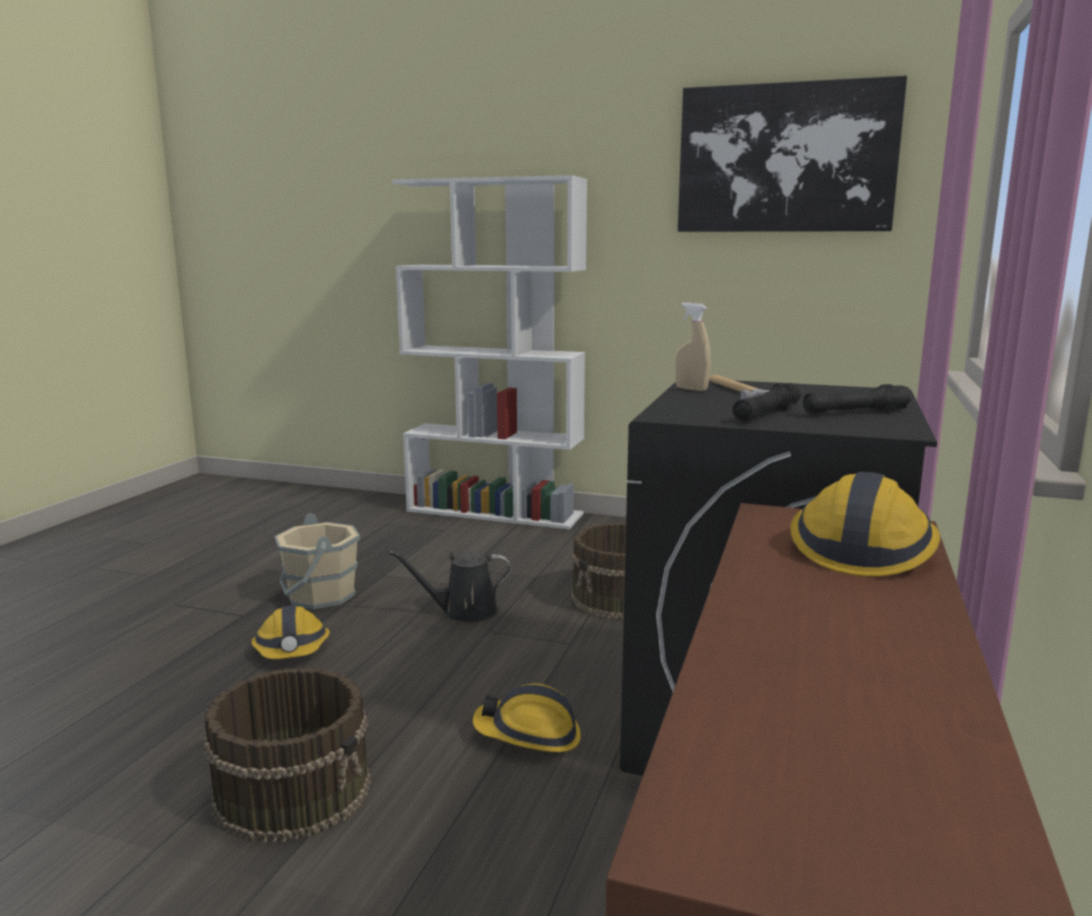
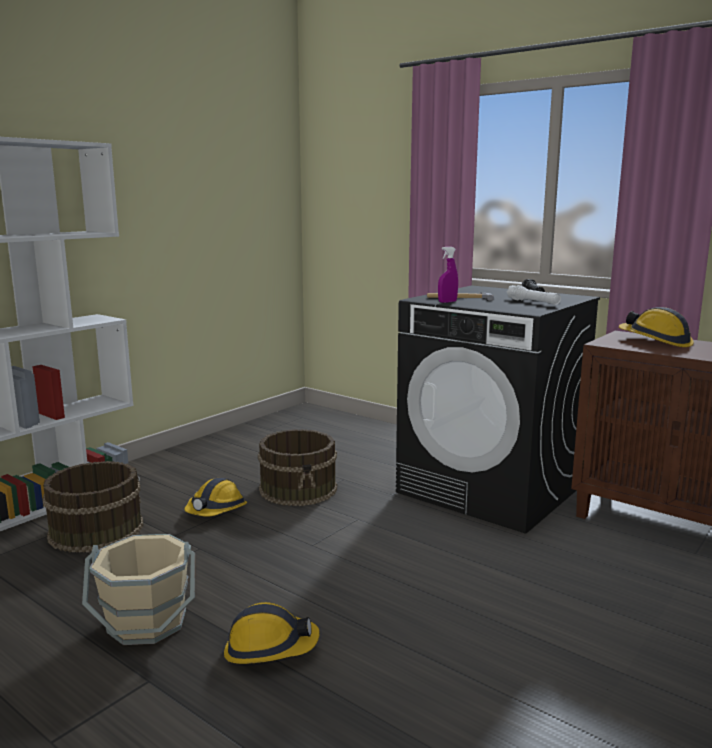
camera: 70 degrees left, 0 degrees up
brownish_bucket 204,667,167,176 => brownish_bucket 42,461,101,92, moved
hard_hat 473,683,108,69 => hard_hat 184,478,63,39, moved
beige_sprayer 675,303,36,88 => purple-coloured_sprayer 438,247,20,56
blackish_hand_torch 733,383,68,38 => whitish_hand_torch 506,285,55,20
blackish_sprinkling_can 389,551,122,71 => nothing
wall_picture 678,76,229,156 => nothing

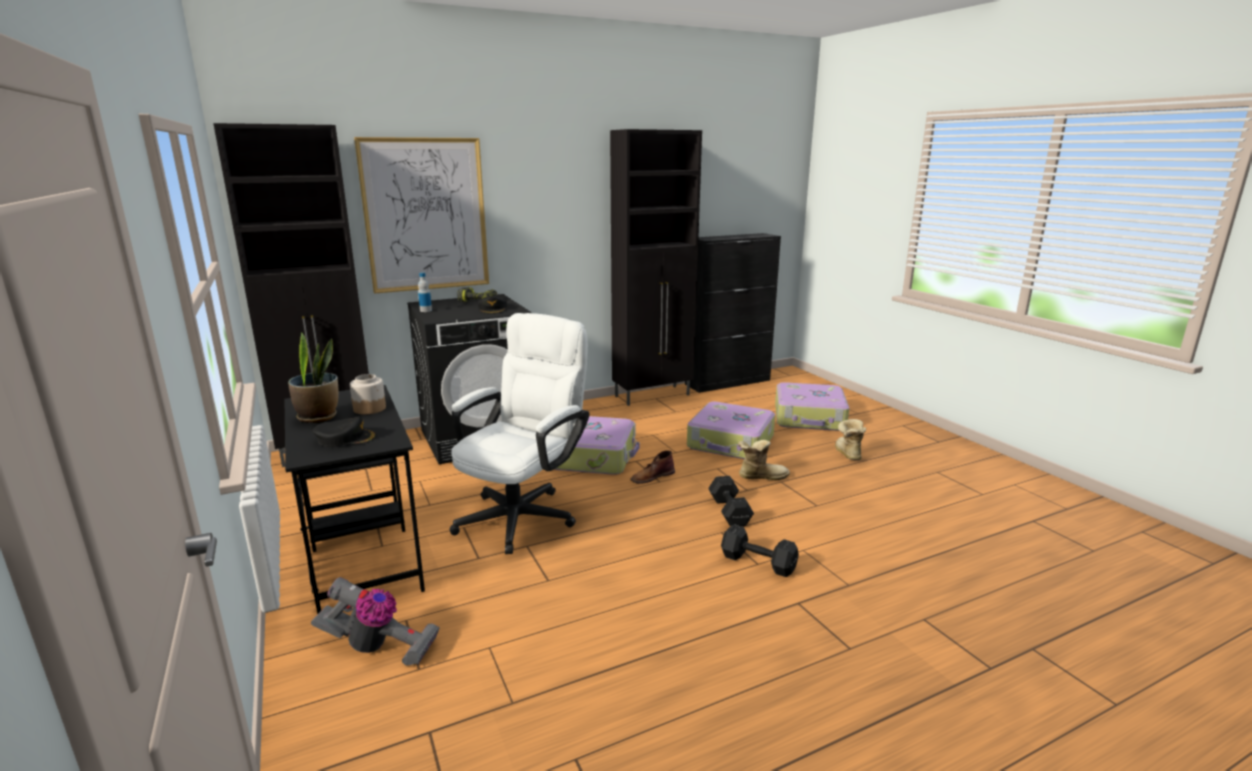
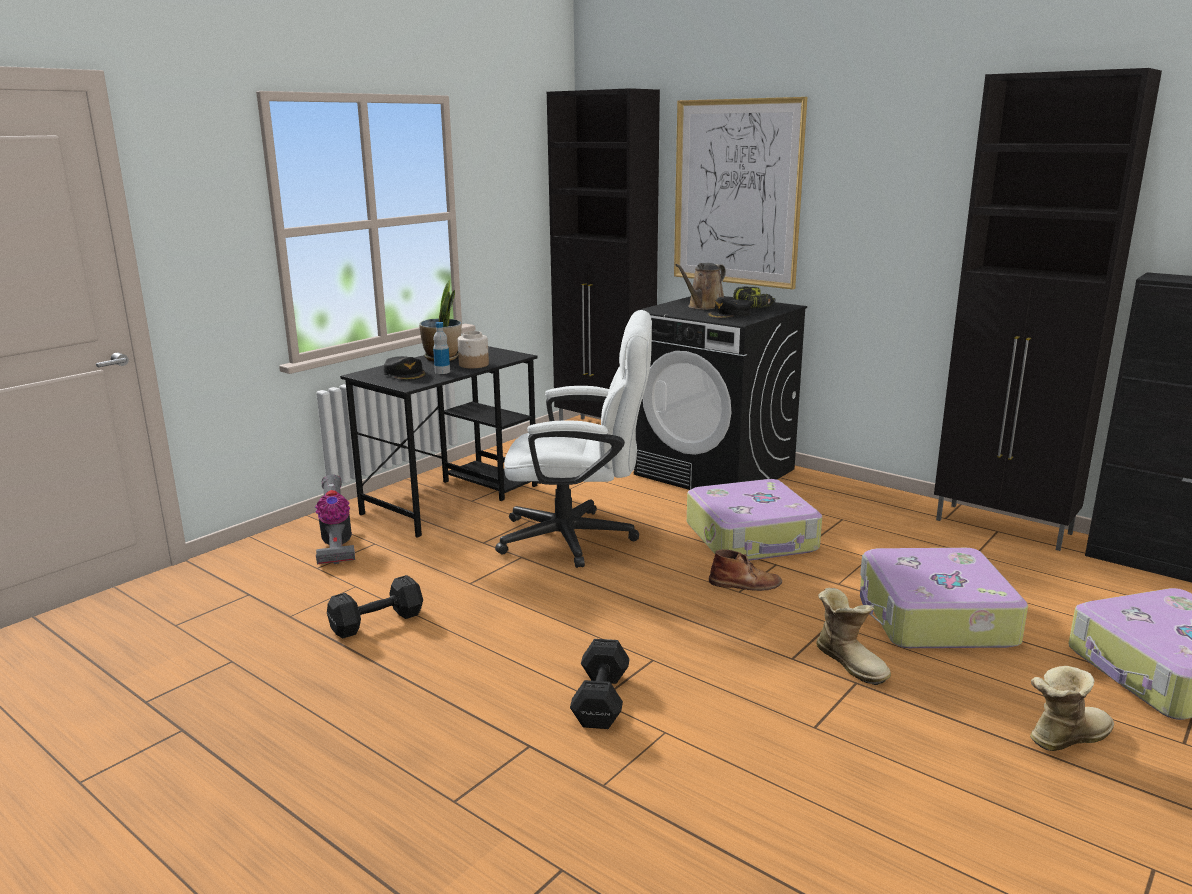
camera: 65 degrees right, 0 degrees up
blackish_dumbbell 708,476,46,50 => blackish_dumbbell 327,575,96,63, moved
beverage_bottle 418,273,14,39 => beverage_bottle 433,322,17,52, moved
nothing => brownish_sprinkling_can 675,263,51,47
brownish_boot 631,450,44,34 => brownish_boot 709,549,73,42, 150 degrees clockwise

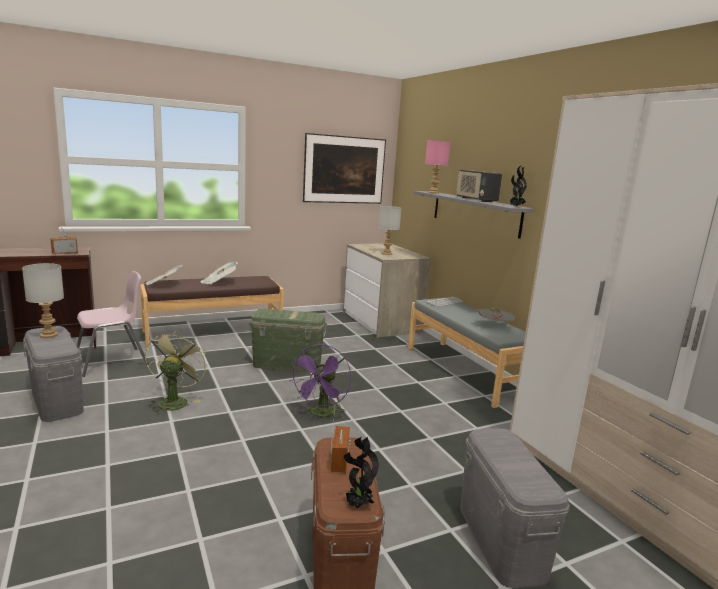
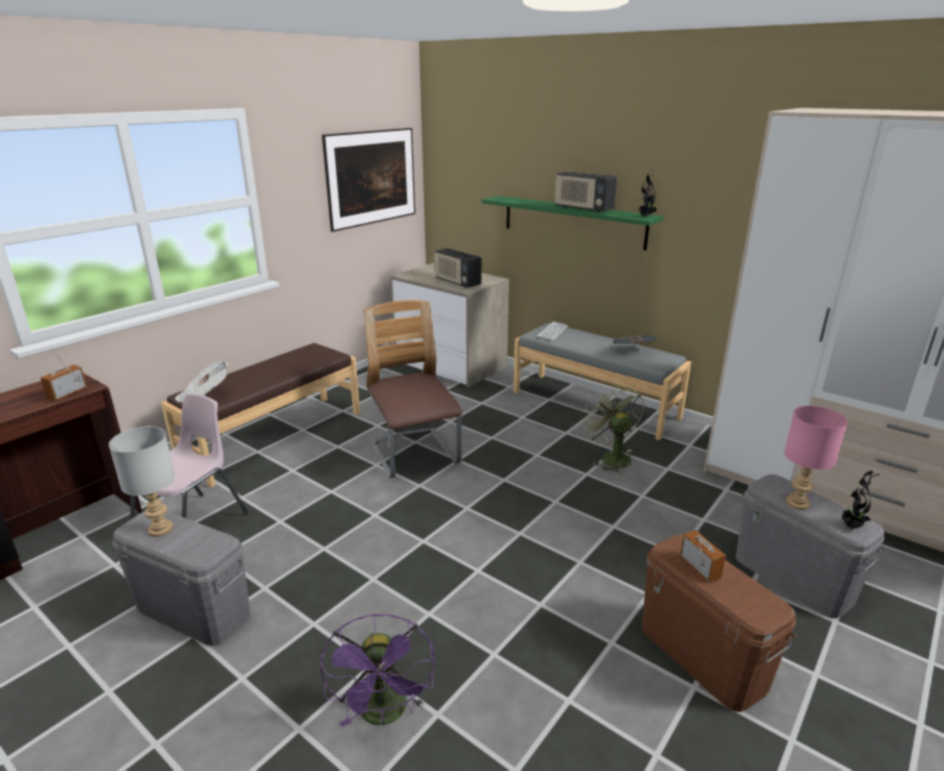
camera: 25 degrees left, 10 degrees up
purple-coloured_cooling_fan 289,344,62,74 => purple-coloured_cooling_fan 320,614,115,113, moved
green-coloured_storage_bin 249,309,78,64 => upright_chair 363,300,99,178
grey_lamp_for_a_table 378,206,23,49 => radio 434,248,48,40
grey_wall_shelf 413,191,121,48 => green-coloured_wall_shelf 482,196,181,54
green-coloured_cooling_fan 145,330,63,84 => green-coloured_cooling_fan 582,385,63,89, moved
pink-coloured_lamp_for_a_table 425,140,26,54 => pink-coloured_lamp_for_a_table 784,406,64,104, moved
potted_plant 344,437,35,71 => potted_plant 841,470,39,59, moved
daily_paper 201,262,37,22 => nothing

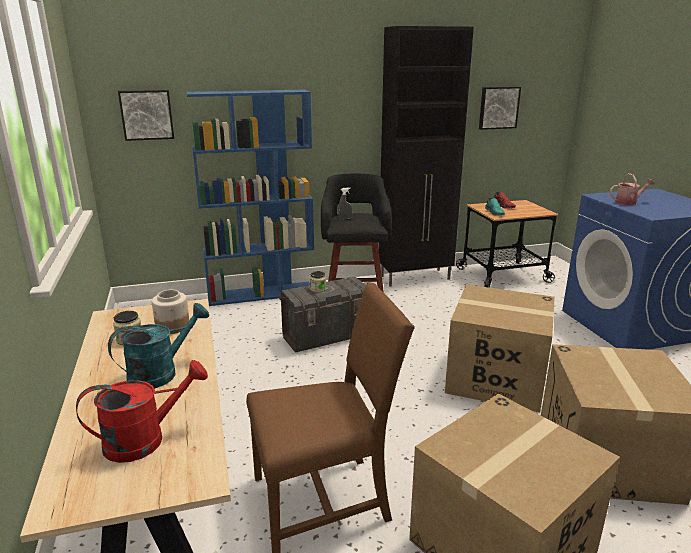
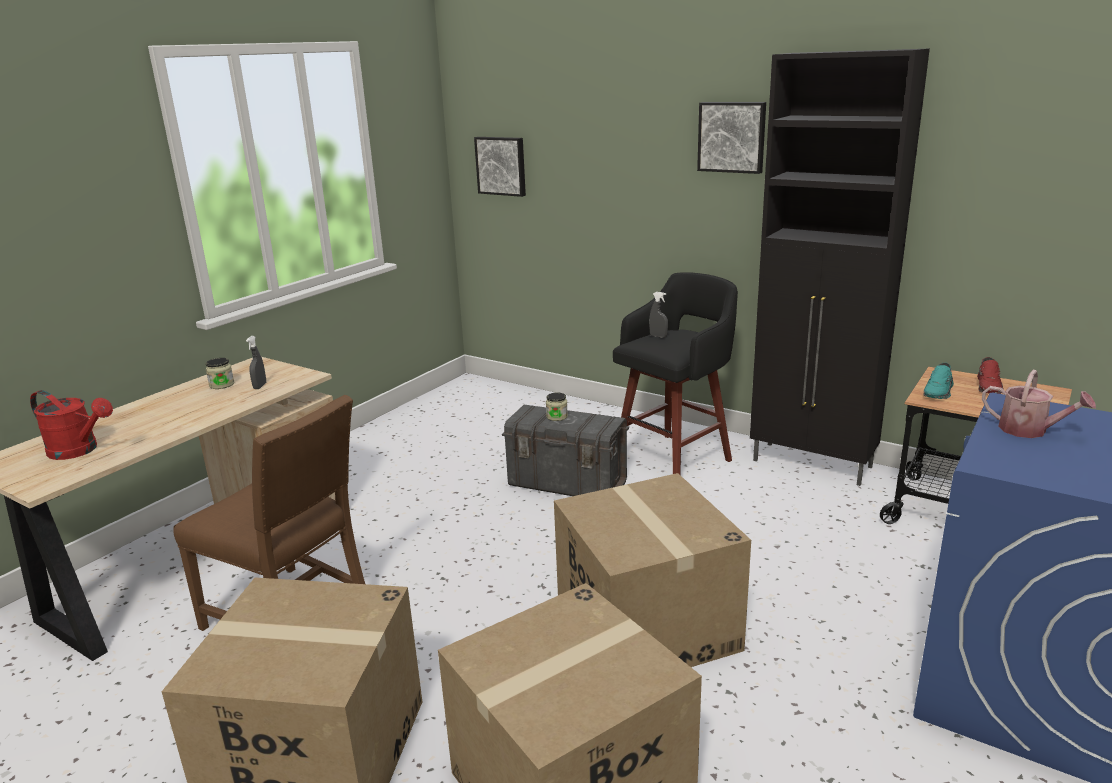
camera: 50 degrees right, 0 degrees up
preserve_jar 152,290,37,44 => grey_sprayer 246,336,20,53
wall_picture 479,86,42,44 => wall_picture 697,102,69,72, moved
blue-green_sprinkling_can 108,303,101,85 => nothing
bluish_bookcase 186,90,128,216 => nothing

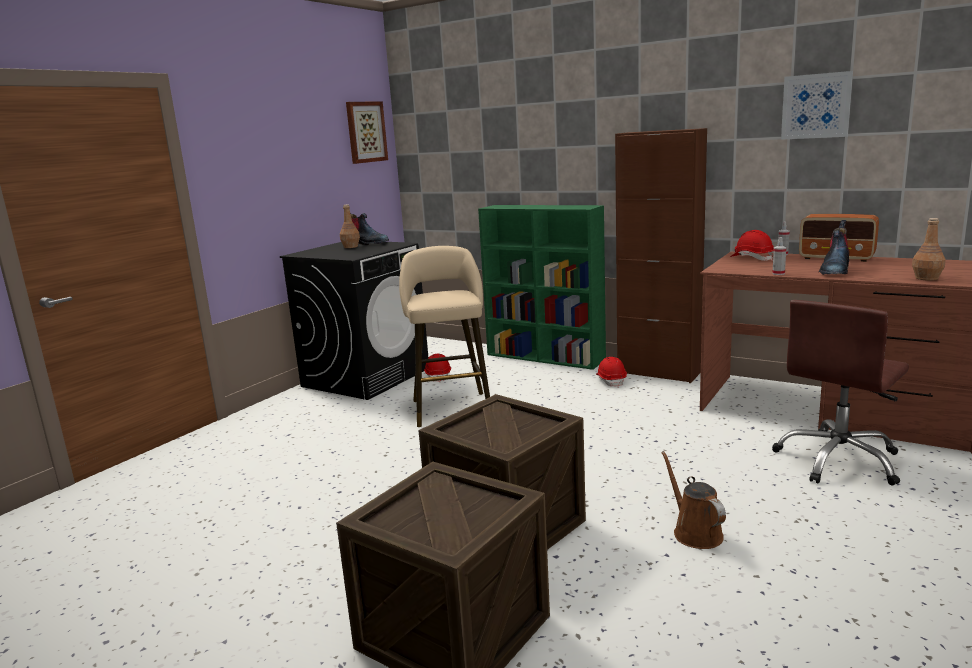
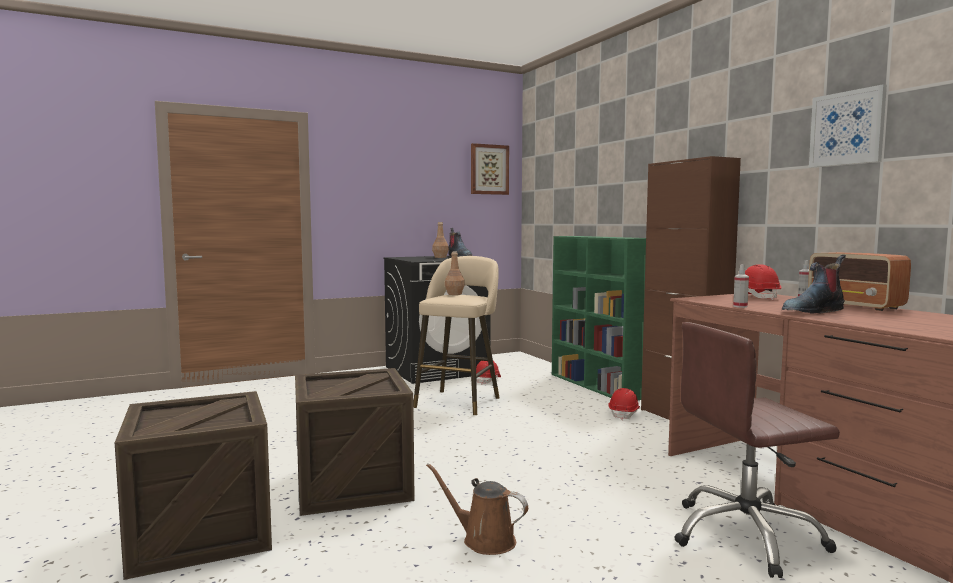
camera: 30 degrees right, 10 degrees down
brownish_sprinkling_can 661,451,65,98 => brownish_sprinkling_can 426,463,102,92, 75 degrees counterclockwise
brownish_beverage_bottle 912,218,33,63 => brownish_beverage_bottle 445,252,20,43, moved

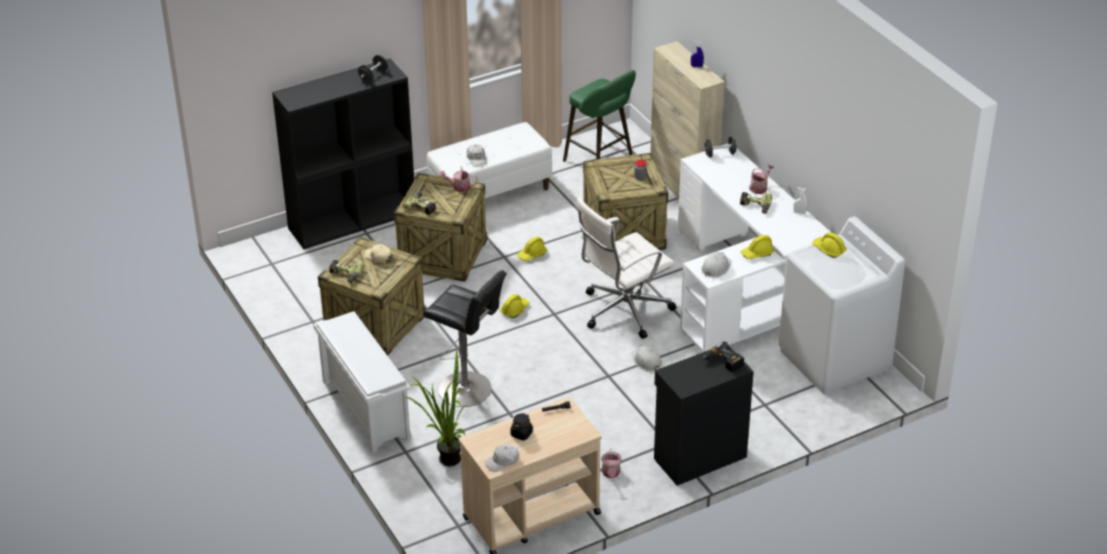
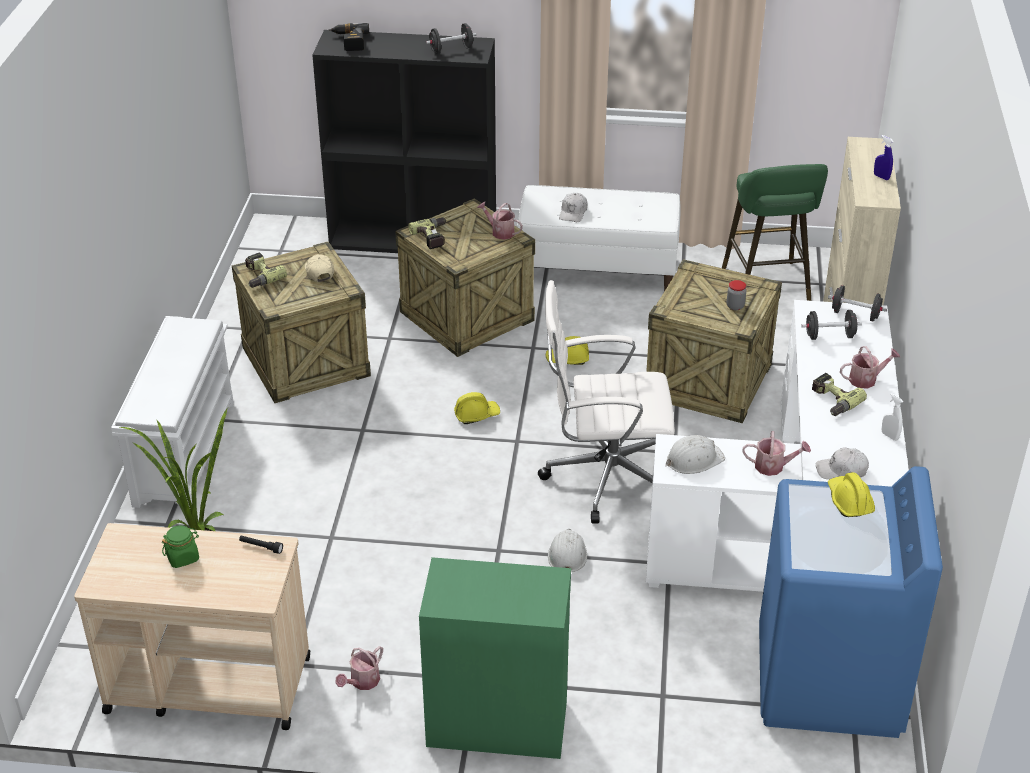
camera: 35 degrees right, 0 degrees up
blackish_preserve_jar 510,413,23,27 => green-coloured_preserve_jar 162,525,37,43
drill 701,341,43,31 => drill 329,23,40,28, moved
blackish_storage_cabinet 654,346,100,140 => green-coloured_storage_cabinet 419,557,152,202
yellowish_hard_hat 741,235,33,24 => sprinkling_can 743,431,68,45
whitish_washing_machine 779,216,126,178 => bluish_washing_machine 759,466,184,272
nothing => blackish_dumbbell 801,310,61,30
whitish_peaked_cap 485,444,34,28 => whitish_peaked_cap 816,447,53,32, moved
blackish_sitting_stool 423,270,84,137 => nothing

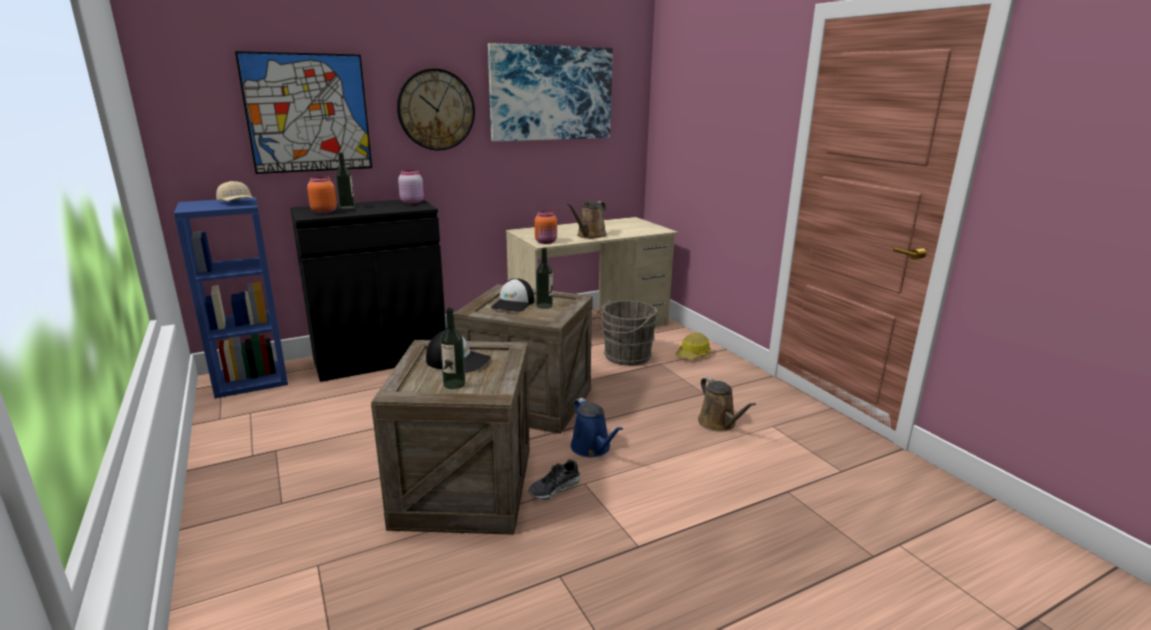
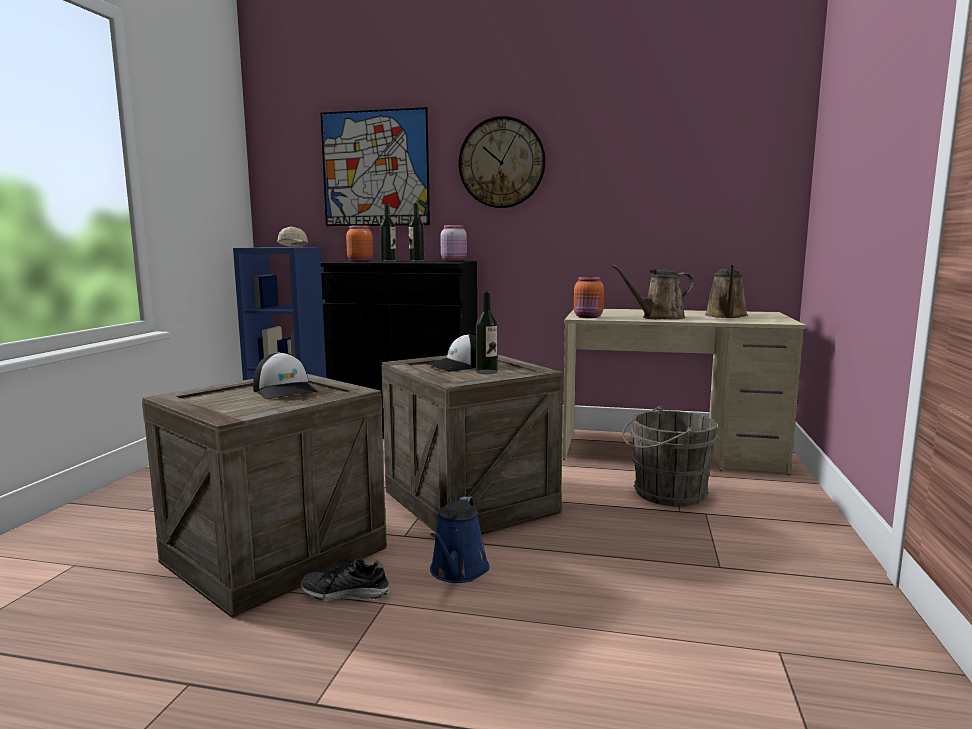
camera: 40 degrees right, 10 degrees down
beverage_bottle 440,308,26,81 => beverage_bottle 409,203,16,58, moved
brownish_sprinkling_can 698,377,58,55 => brownish_sprinkling_can 705,265,43,53, moved
wall_picture 488,43,125,99 => nothing
hard_hat 676,332,35,27 => nothing

